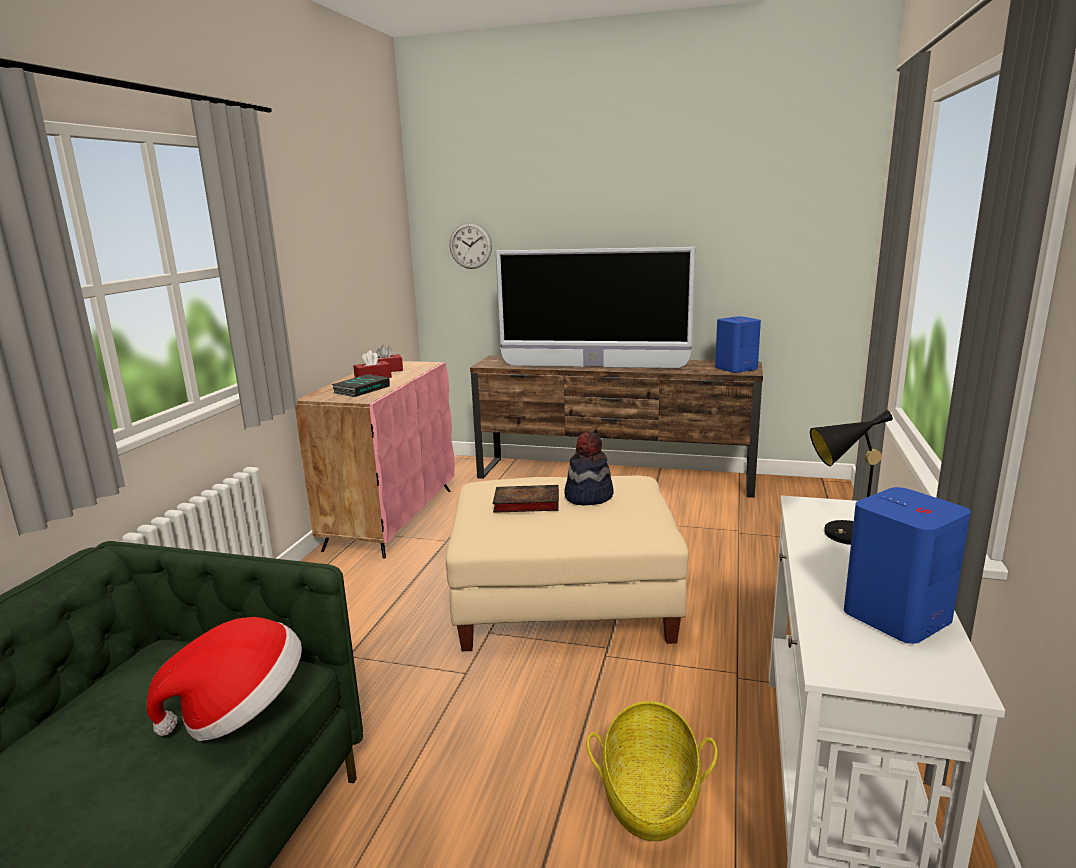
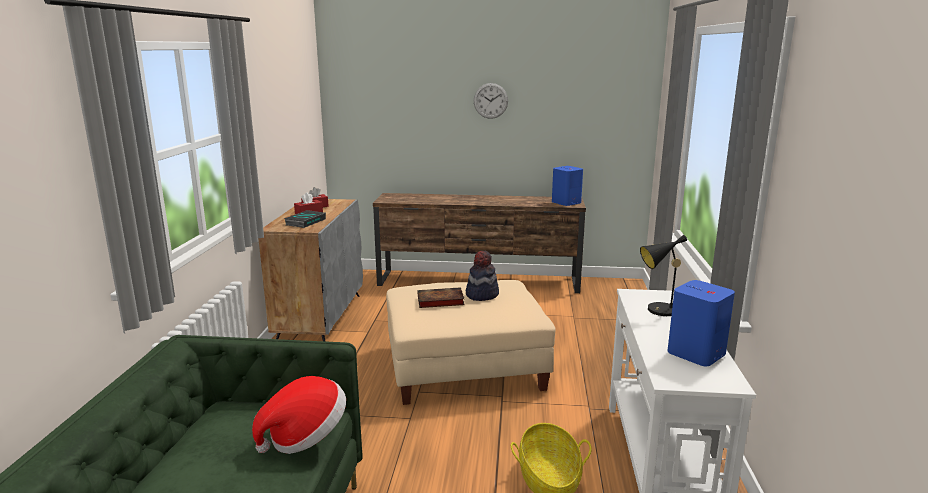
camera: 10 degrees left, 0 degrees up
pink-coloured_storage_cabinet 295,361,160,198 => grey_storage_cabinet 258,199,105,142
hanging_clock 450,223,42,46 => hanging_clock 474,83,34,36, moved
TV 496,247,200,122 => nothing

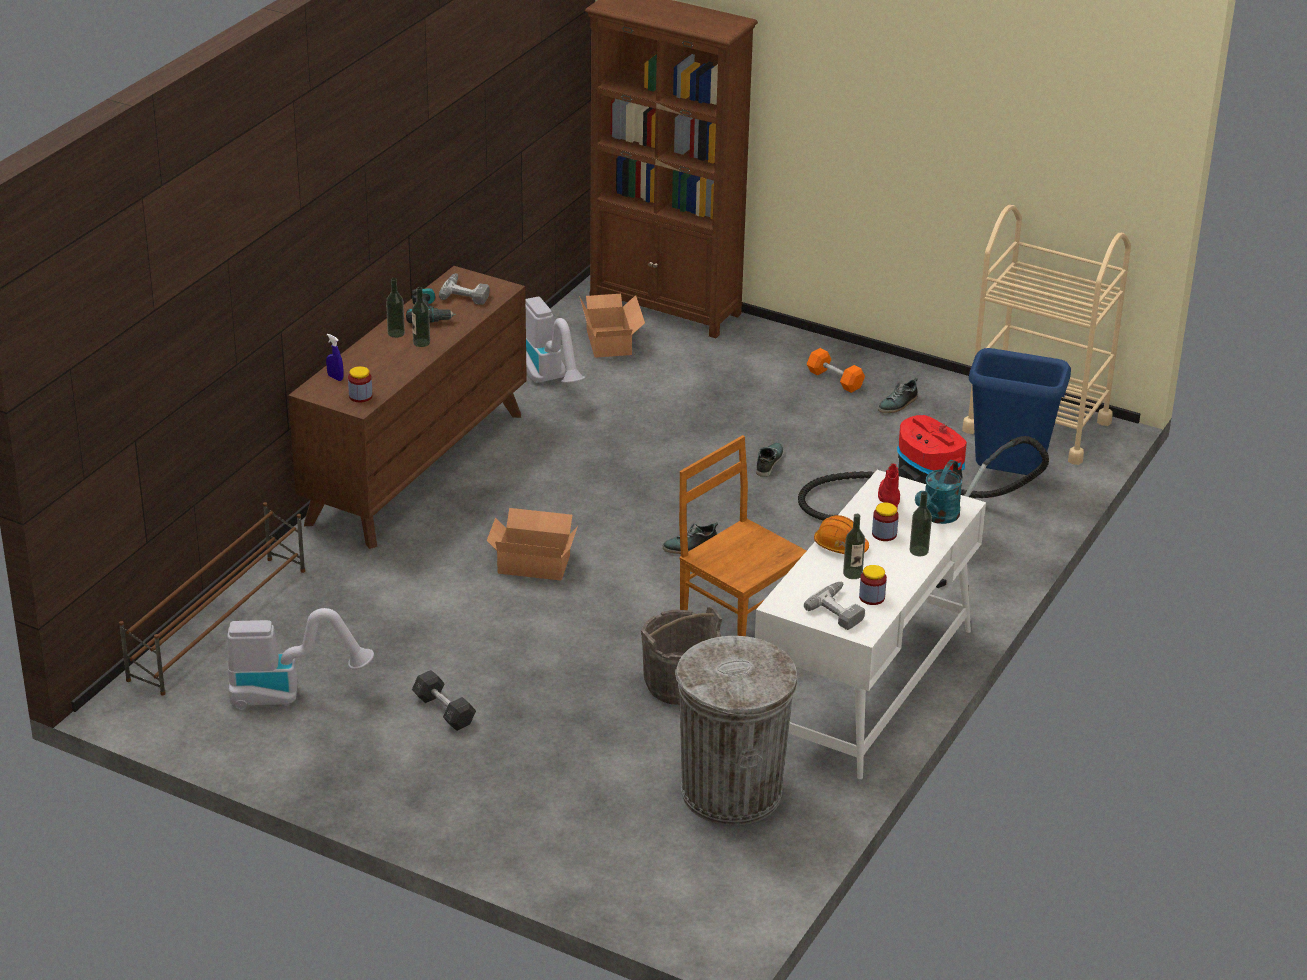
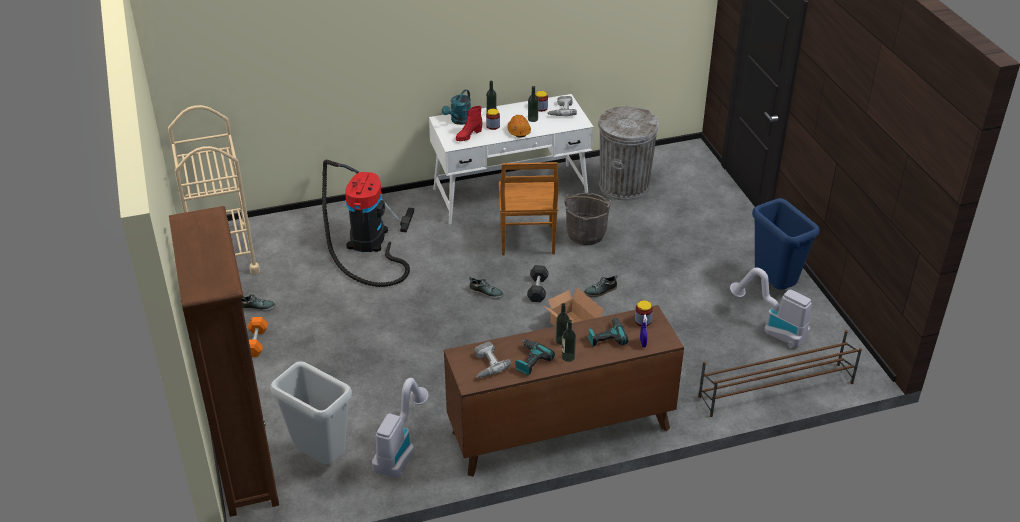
camera: 135 degrees left, 5 degrees up
carton 579,294,66,64 => grey_trash_can 270,361,82,103
blue-green_sprinkling_can 915,460,47,64 => blue-green_sprinkling_can 442,89,29,36, 135 degrees clockwise
grey_dumbbell 412,670,64,61 => grey_dumbbell 527,265,22,37, moved
item_of_footwear 756,443,28,34 => item_of_footwear 584,275,34,22, moved
nothing => drill 588,317,41,30
bluish_trash_can 969,348,102,127 => bluish_trash_can 752,198,68,92, moved

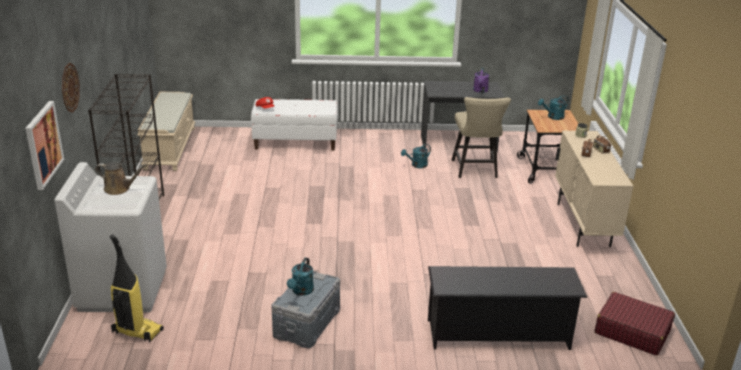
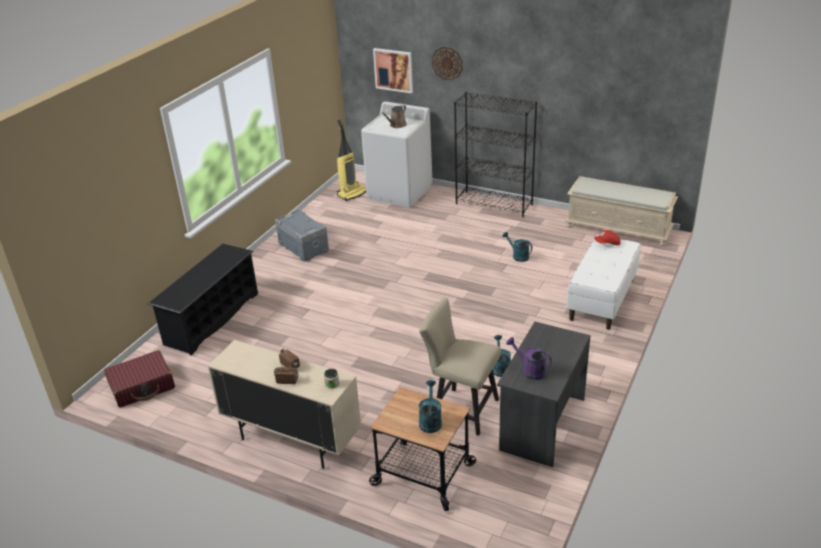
camera: 120 degrees right, 5 degrees up
blue-green_sprinkling_can 287,257,27,39 => blue-green_sprinkling_can 502,232,30,30, moved

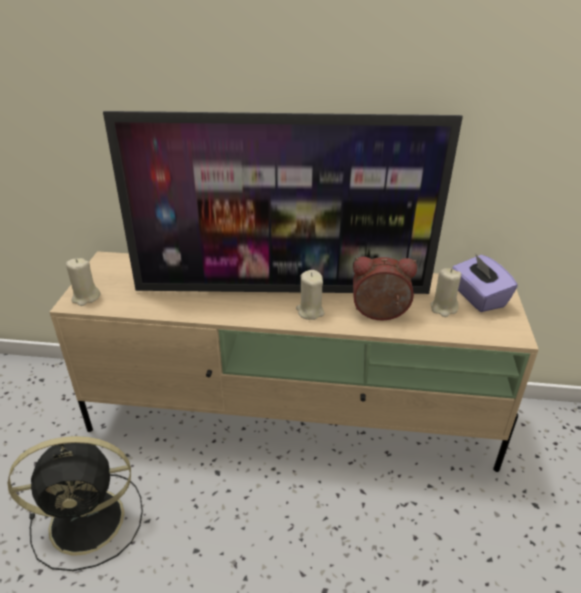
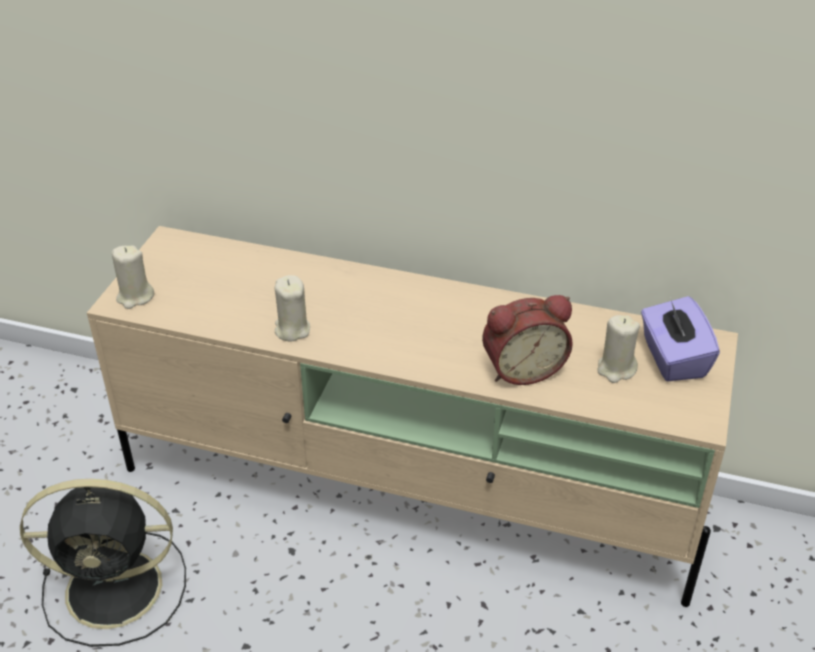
camera: 10 degrees right, 5 degrees up
beige_wax_light 296,270,28,50 => beige_wax_light 274,275,36,66, moved
alarm_clock 353,257,64,64 => alarm_clock 482,295,91,90, 150 degrees clockwise
TV 103,111,360,183 => nothing

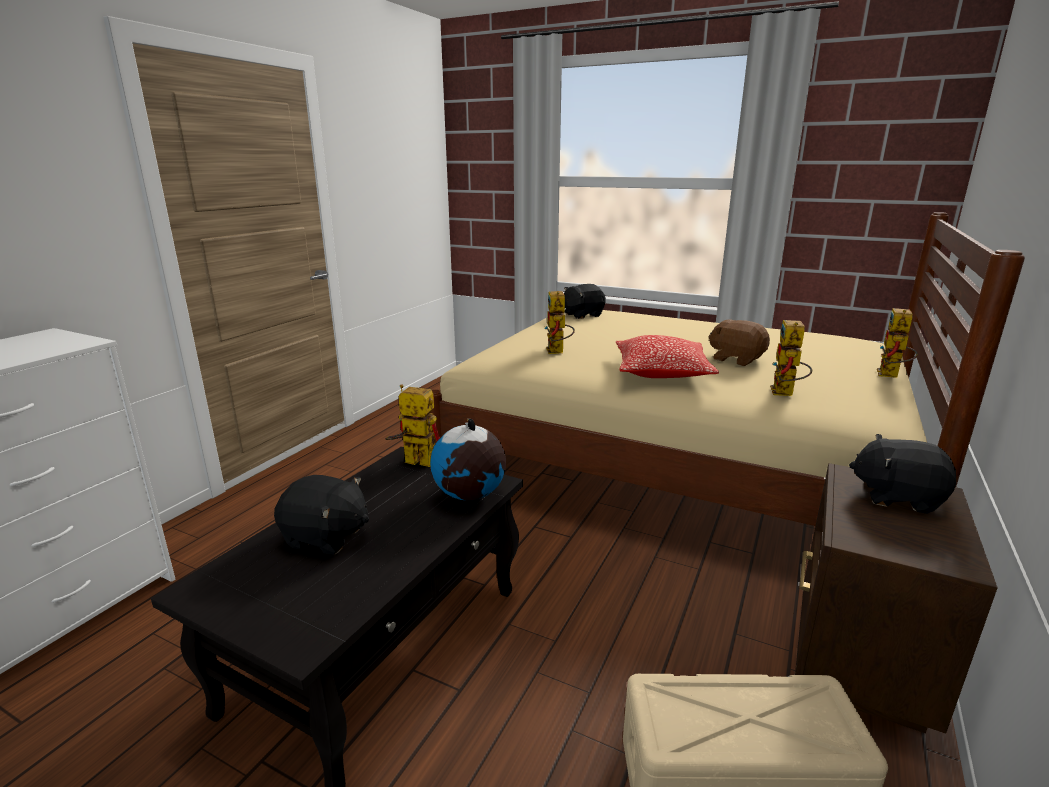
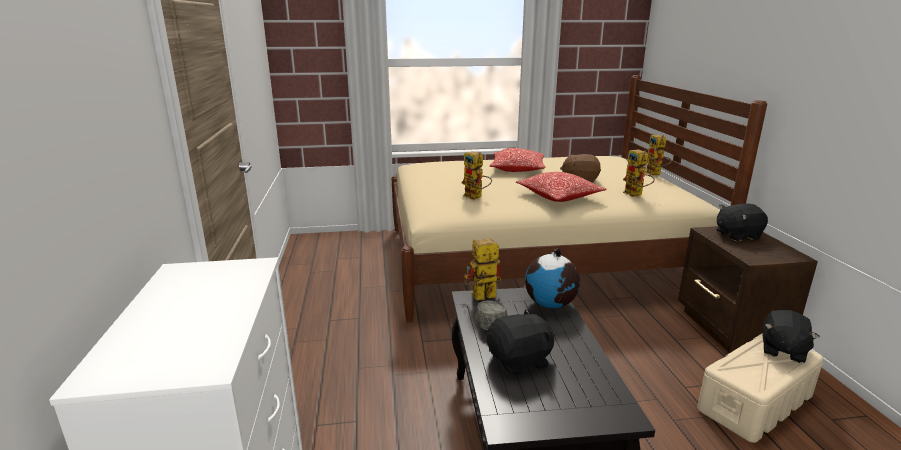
camera: 35 degrees left, 0 degrees up
nothing => grey_peaked_cap 475,300,33,30
nothing => pillow 490,148,55,24
blackish_soft_toy 564,284,42,35 => blackish_soft_toy 763,310,56,53, moved

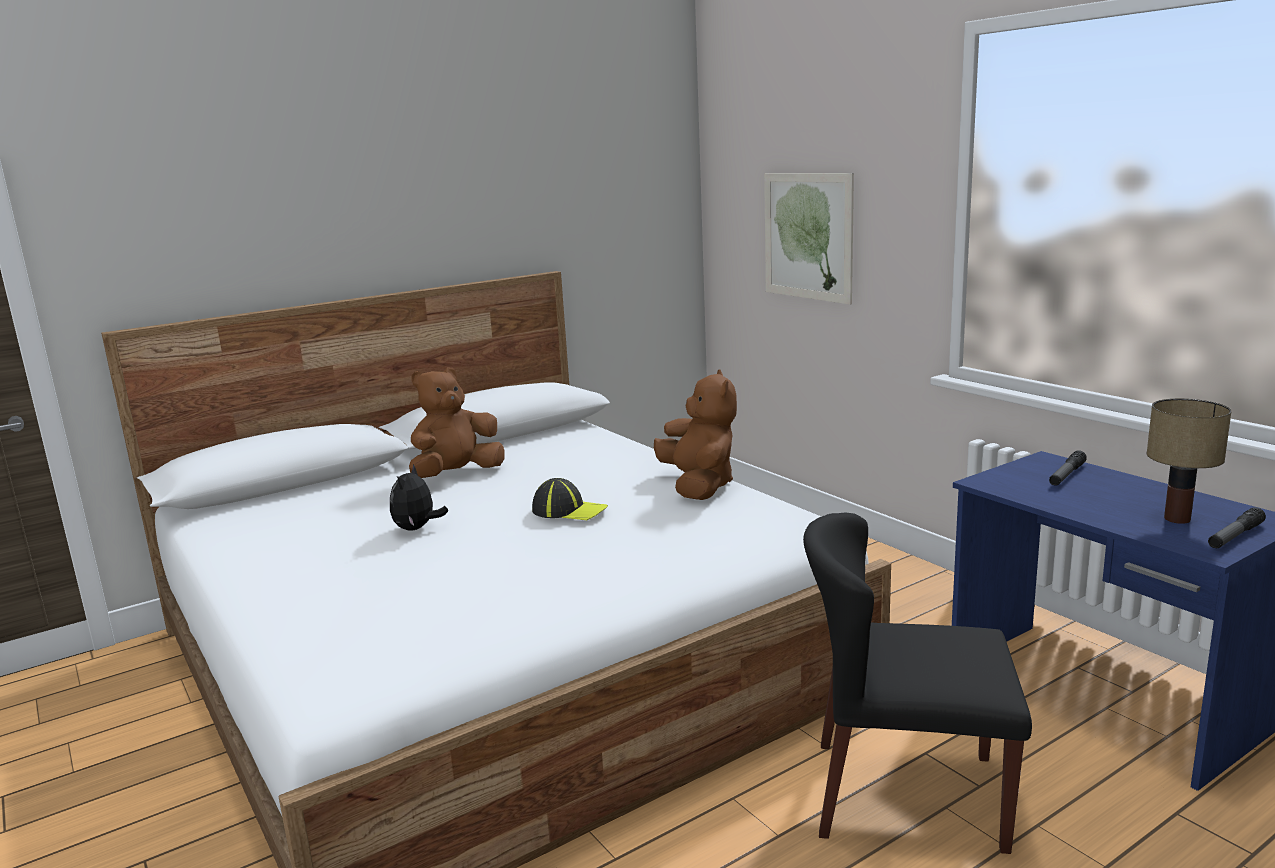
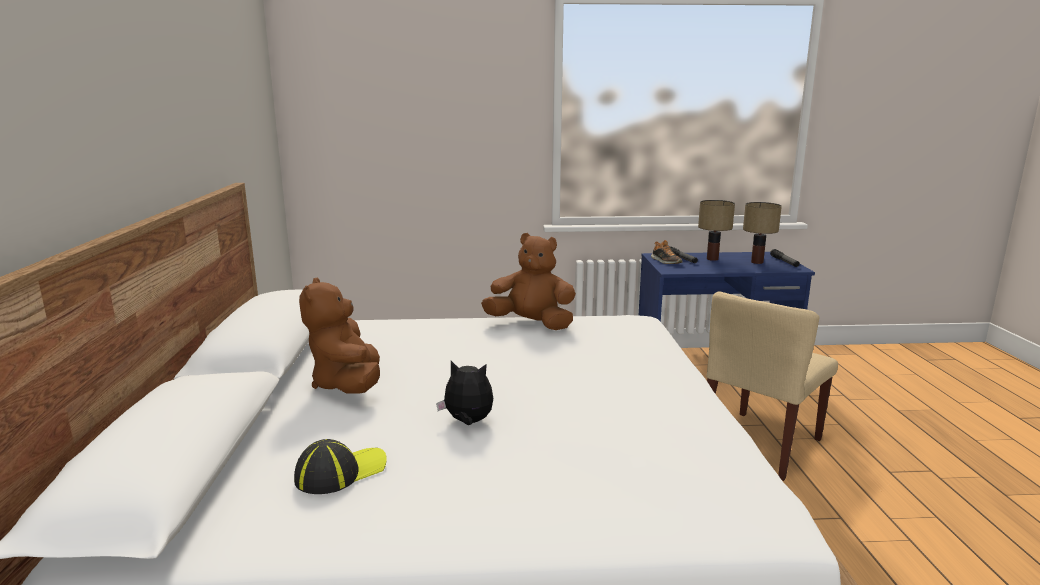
camera: 60 degrees left, 0 degrees up
peaked_cap 532,478,76,42 => peaked_cap 294,439,93,55, moved
soft_toy 390,464,59,67 => soft_toy 436,361,57,64, 150 degrees clockwise
nothing => item_of_footwear 651,240,31,24
nothing => lamp_for_a_table 698,200,37,61
blackish_upright_chair 803,512,229,342 => beige_upright_chair 706,291,132,190
wall_picture 764,173,90,132 => nothing

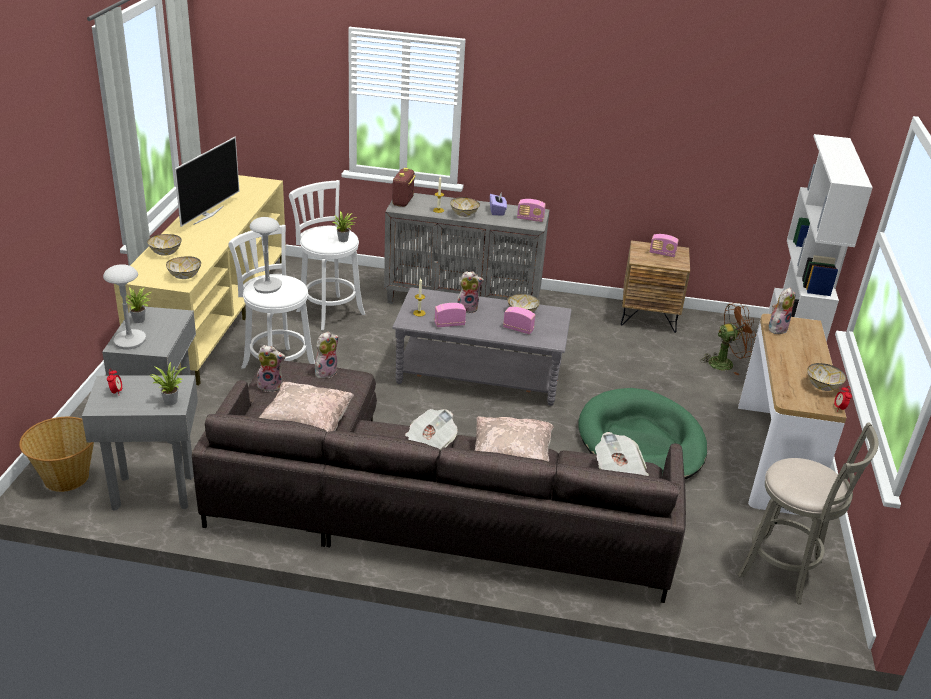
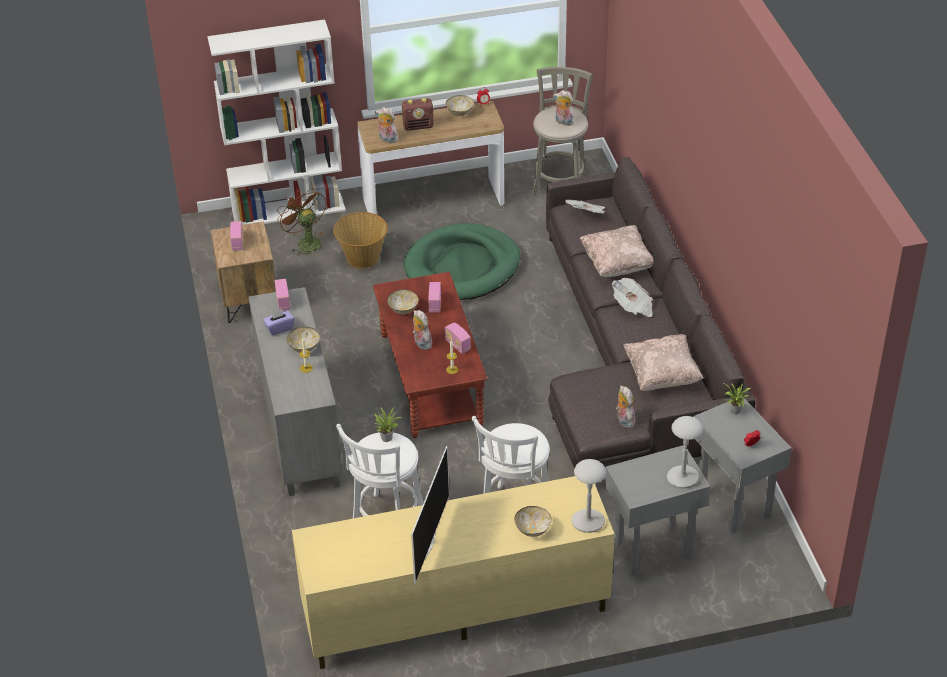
camera: 110 degrees left, 10 degrees up
basket 19,417,75,75 => basket 333,212,55,56, moved
grey_coffee_table 392,287,180,119 => brownish_coffee_table 373,272,115,166
radio 392,168,24,39 => radio 402,98,32,33, moved
TV 174,137,65,90 => TV 411,446,38,138, 105 degrees clockwise
soft_toy 315,332,24,47 => soft_toy 553,90,21,36, moved
grey_lamp_for_a_table 249,217,33,77 => grey_lamp_for_a_table 571,459,36,74, moved
potted_plant 122,287,29,36 => nothing
deep_dish 166,256,35,23 => nothing

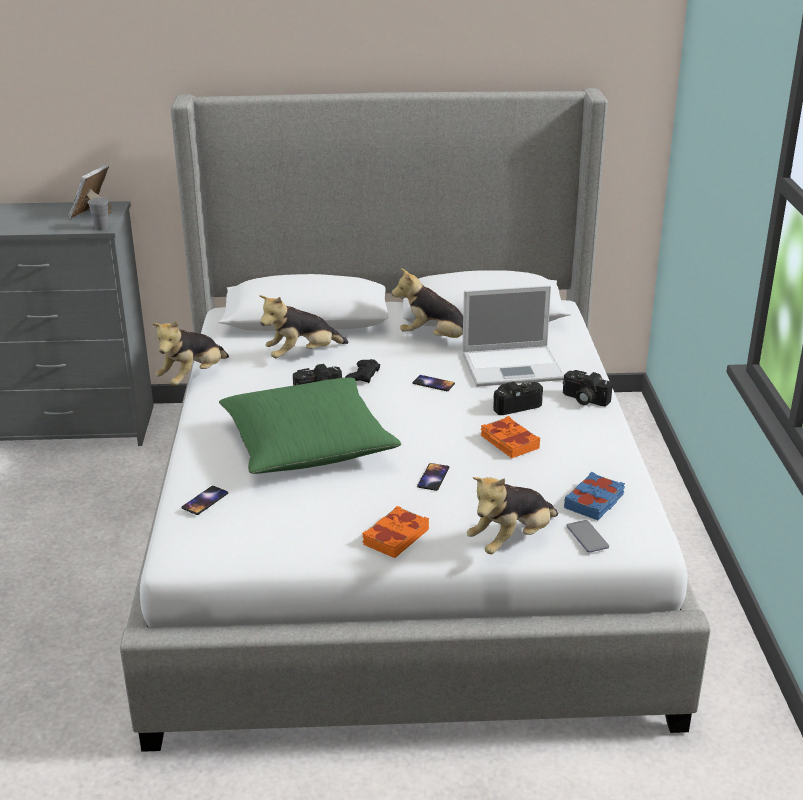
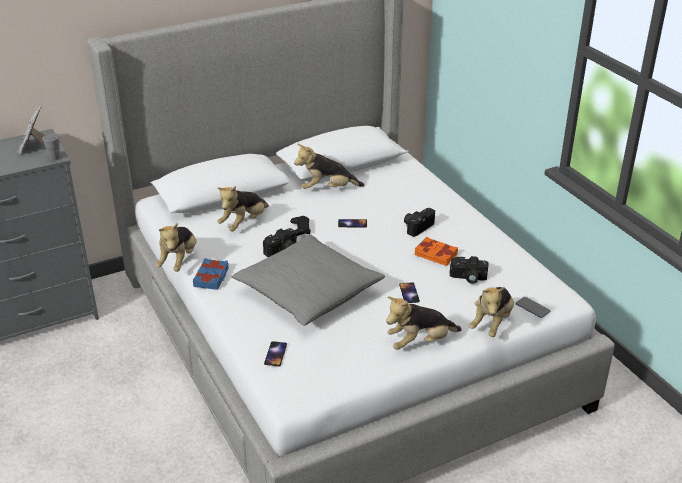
camera: 25 degrees left, 5 degrees up
bluish_book 564,472,61,48 => bluish_book 193,258,36,32, moved
green-coloured_pillow 219,378,183,96 => grey_pillow 232,235,153,91
orange-coloured_book 362,506,67,52 => soft_toy 386,296,76,54
photo_camera 563,370,50,36 => photo_camera 450,256,38,28, moved
portable_computer 462,285,102,102 => nothing

